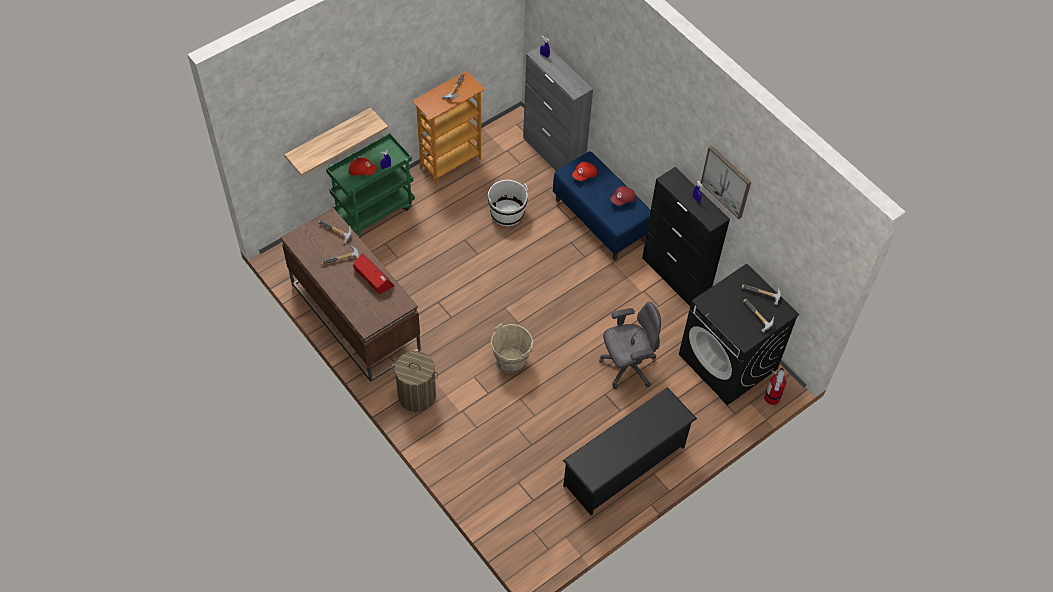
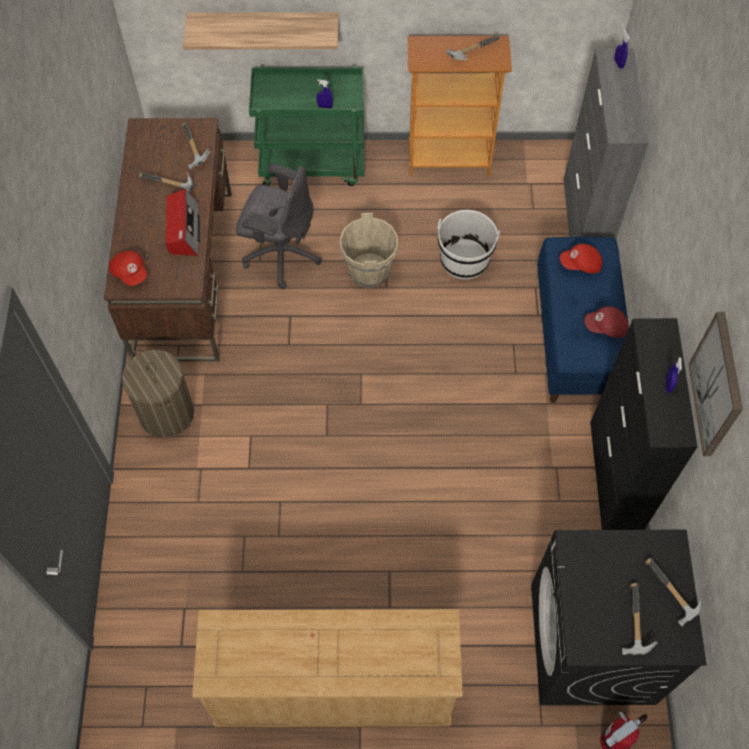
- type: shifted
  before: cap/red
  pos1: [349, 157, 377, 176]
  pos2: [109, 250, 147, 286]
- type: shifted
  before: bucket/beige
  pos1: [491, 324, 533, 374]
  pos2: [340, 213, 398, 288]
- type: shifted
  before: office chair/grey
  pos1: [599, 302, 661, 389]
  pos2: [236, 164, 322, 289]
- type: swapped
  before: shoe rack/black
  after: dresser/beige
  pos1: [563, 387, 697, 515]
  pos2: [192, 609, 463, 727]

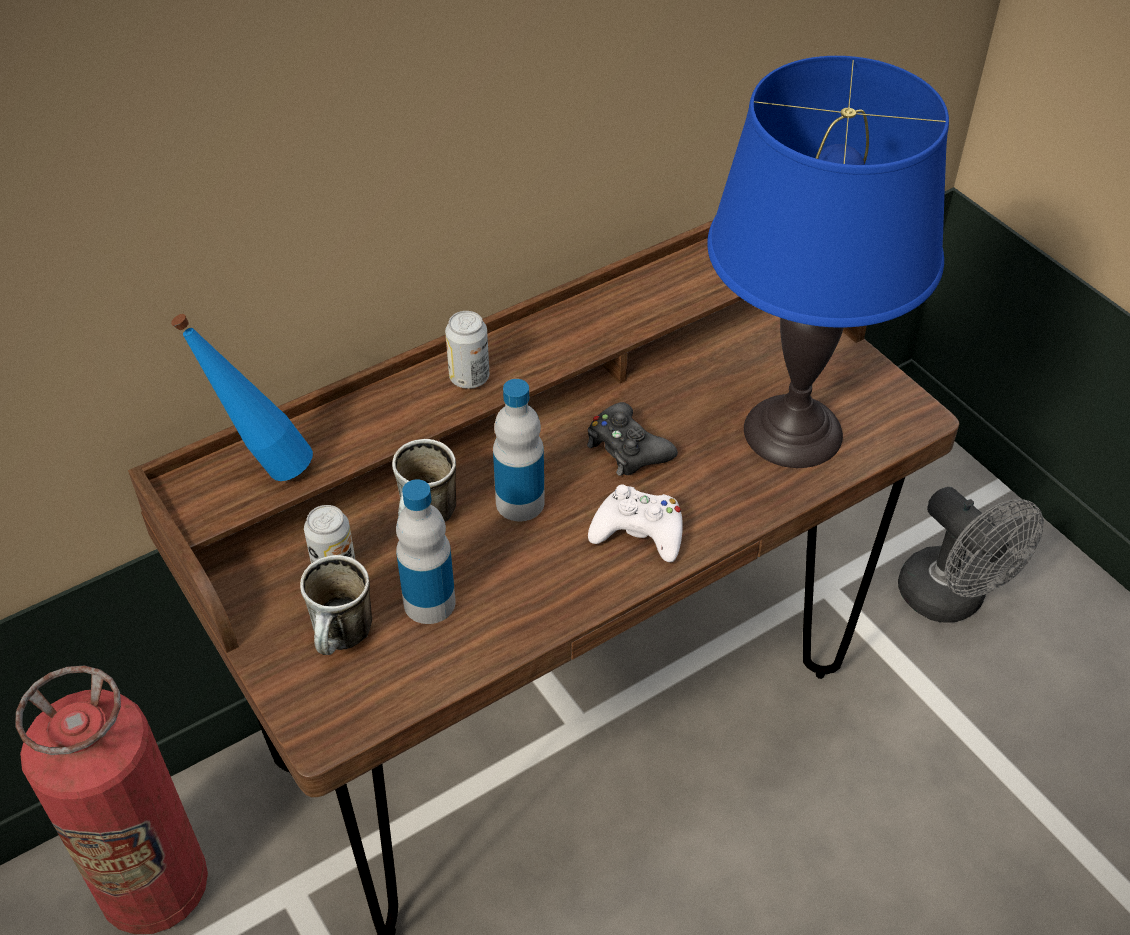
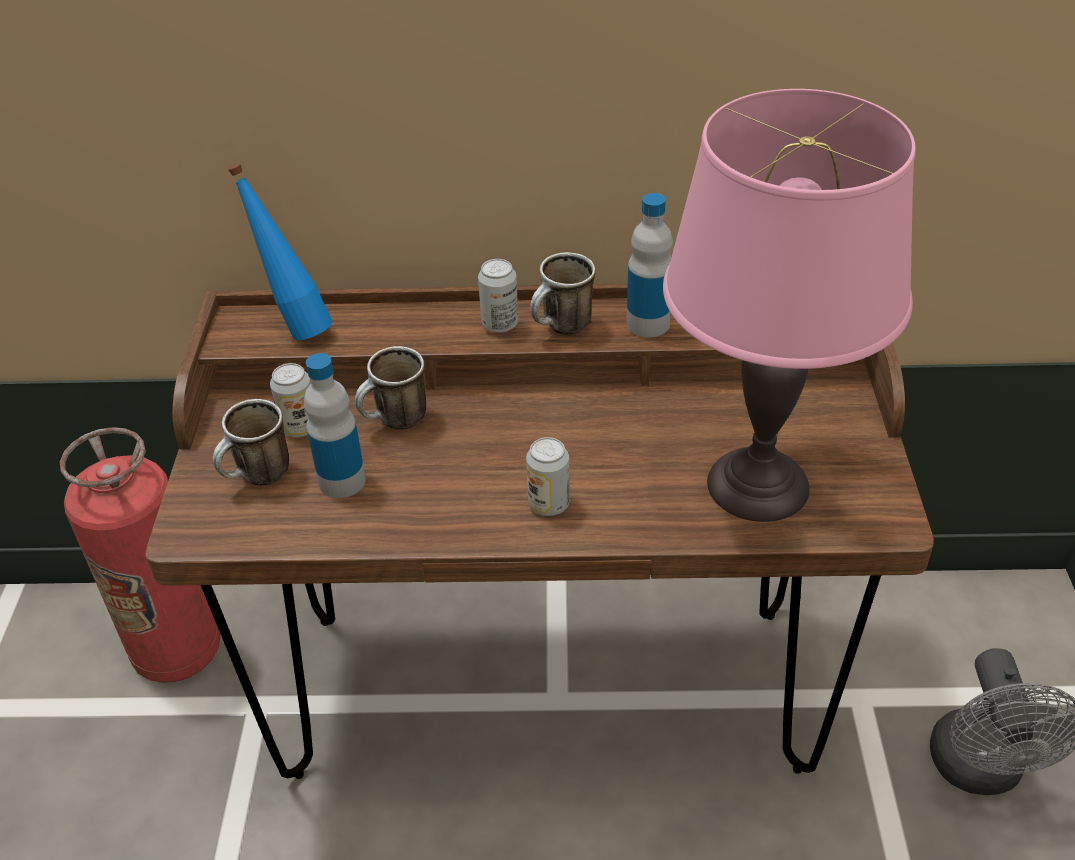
- type: gone
  before: game controller/black
  pos1: [587, 402, 678, 476]
- type: new
  after: mug
  pos2: [530, 252, 596, 335]
- type: shifted
  before: bottle
  pos1: [493, 379, 545, 521]
  pos2: [626, 193, 673, 337]
- type: swapped
  before: game controller/white
  after: can
  pos1: [588, 485, 683, 562]
  pos2: [526, 437, 570, 516]
- type: repainted
  before: table lamp/blue
  after: table lamp/pink
  pos1: [707, 56, 949, 468]
  pos2: [663, 89, 916, 522]

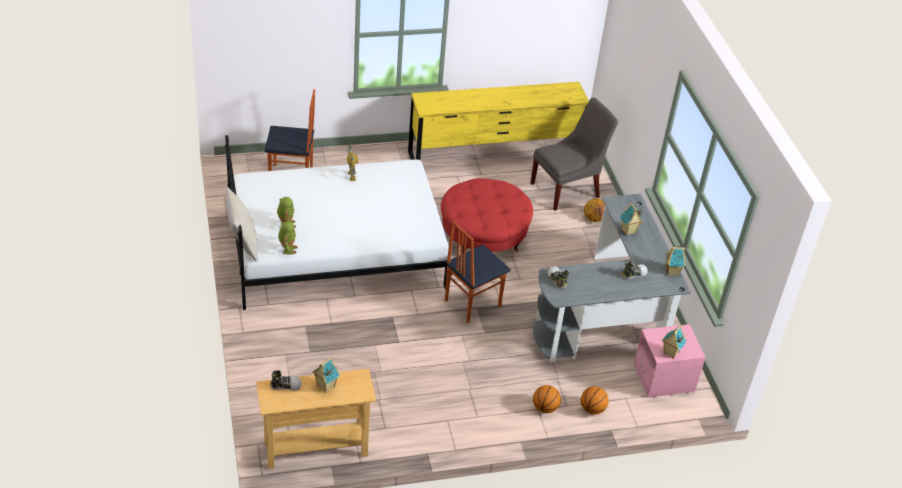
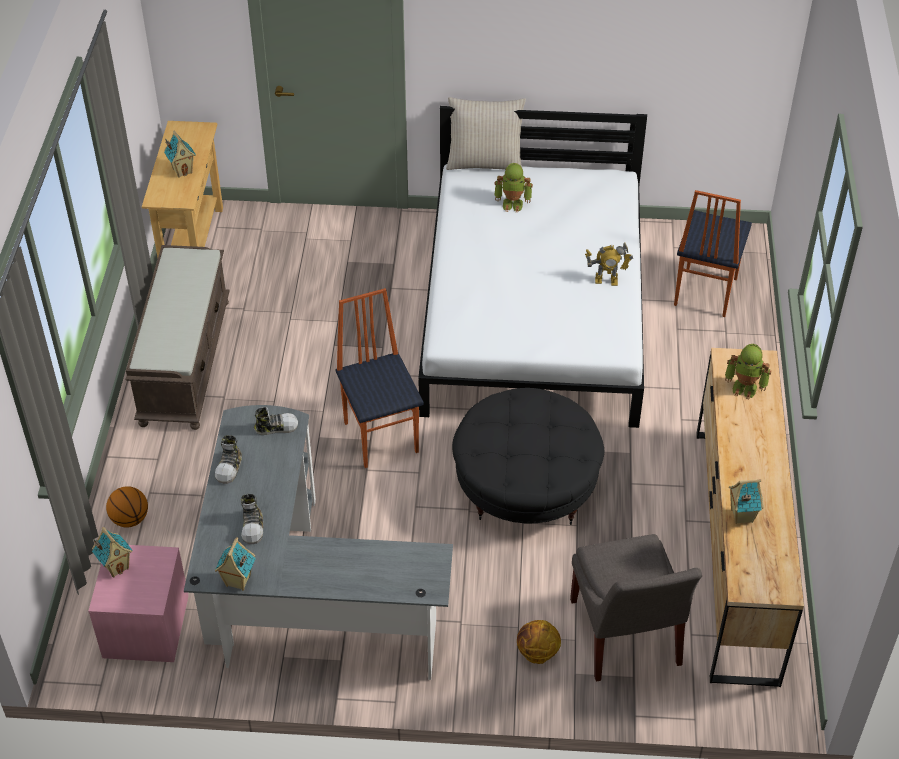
- type: gone
  before: basketball
  pos1: [533, 385, 561, 413]
- type: new
  after: bench/brown
  pos2: [125, 245, 230, 430]
- type: shifted
  before: shoe
  pos1: [270, 370, 302, 391]
  pos2: [215, 435, 242, 484]
- type: shifted
  before: toy robot
  pos1: [278, 221, 298, 255]
  pos2: [725, 344, 771, 399]
- type: shifted
  before: toy house
  pos1: [620, 203, 643, 236]
  pos2: [729, 479, 764, 524]
- type: repainted
  before: dresser/yellow
  after: dresser/brown
  pos1: [408, 82, 589, 160]
  pos2: [696, 348, 804, 687]
- type: repainted
  before: ottoman/red
  after: ottoman/black
  pos1: [441, 178, 533, 254]
  pos2: [452, 388, 604, 525]

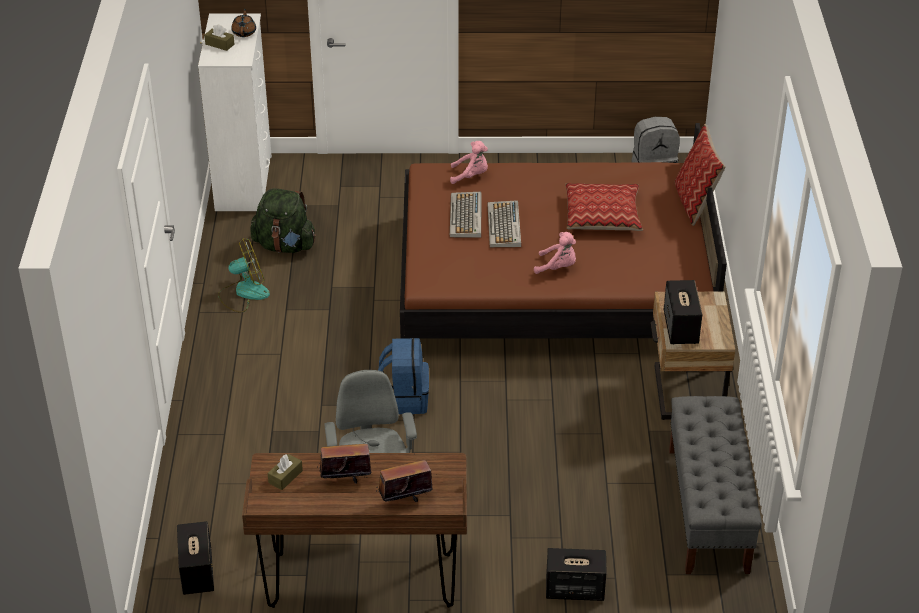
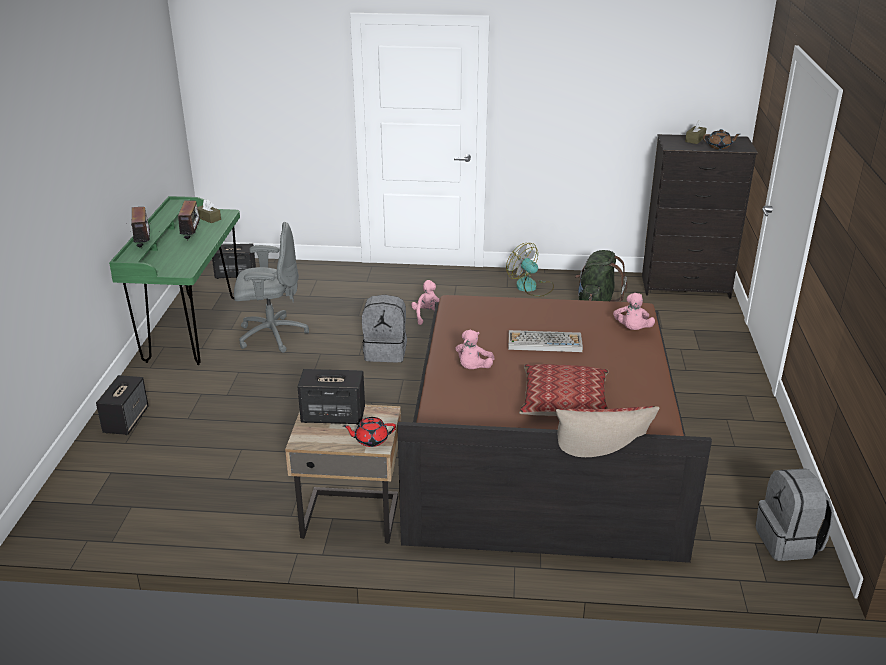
- type: gone
  before: keyboard
  pos1: [450, 192, 482, 238]
- type: gone
  before: bench/grey
  pos1: [669, 396, 762, 574]
- type: new
  after: teapot/red
  pos2: [343, 417, 396, 447]
- type: new
  after: plush toy/pink
  pos2: [411, 280, 440, 325]
- type: repainted
  before: dresser/white
  after: dresser/black
  pos1: [198, 13, 272, 211]
  pos2: [642, 134, 758, 299]
- type: repainted
  before: desk/brown
  after: desk/green
  pos1: [242, 453, 467, 608]
  pos2: [109, 196, 240, 365]
- type: repainted
  before: backpack/blue
  after: backpack/grey
  pos1: [378, 338, 429, 414]
  pos2: [362, 295, 407, 362]
- type: rotated
  before: fan
  pos1: [218, 239, 270, 313]
  pos2: [506, 243, 554, 297]
  turn: 150

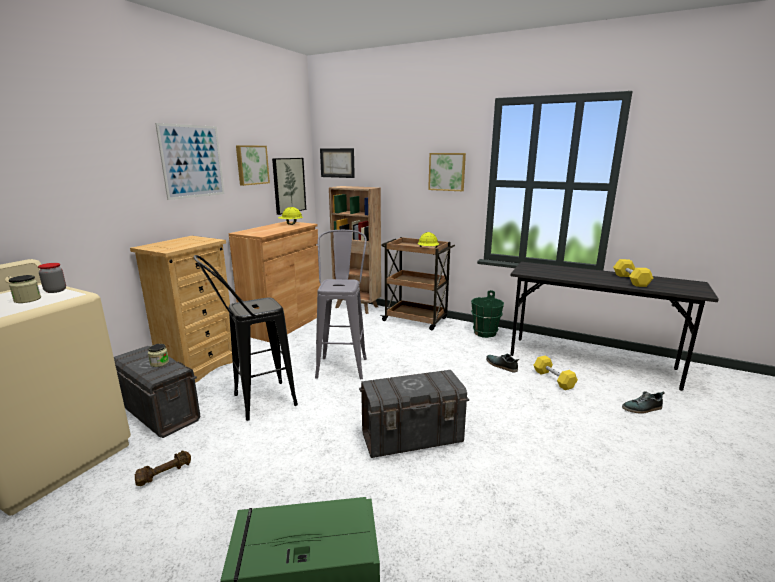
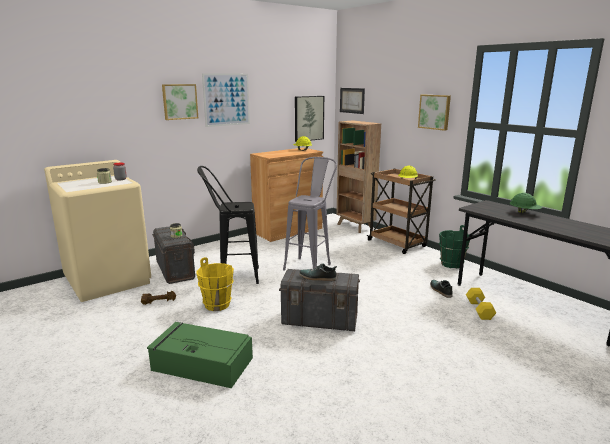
- type: gone
  before: dresser/beige
  pos1: [130, 236, 233, 383]
- type: gone
  before: dumbbell/yellow
  pos1: [613, 259, 653, 287]
- type: new
  after: bucket/yellow
  pos2: [196, 257, 234, 311]
- type: new
  after: hard hat/green
  pos2: [510, 193, 542, 213]
- type: shifted
  before: picture
  pos1: [236, 145, 270, 186]
  pos2: [162, 84, 198, 120]
- type: shifted
  before: shoe
  pos1: [622, 391, 664, 414]
  pos2: [299, 264, 337, 281]

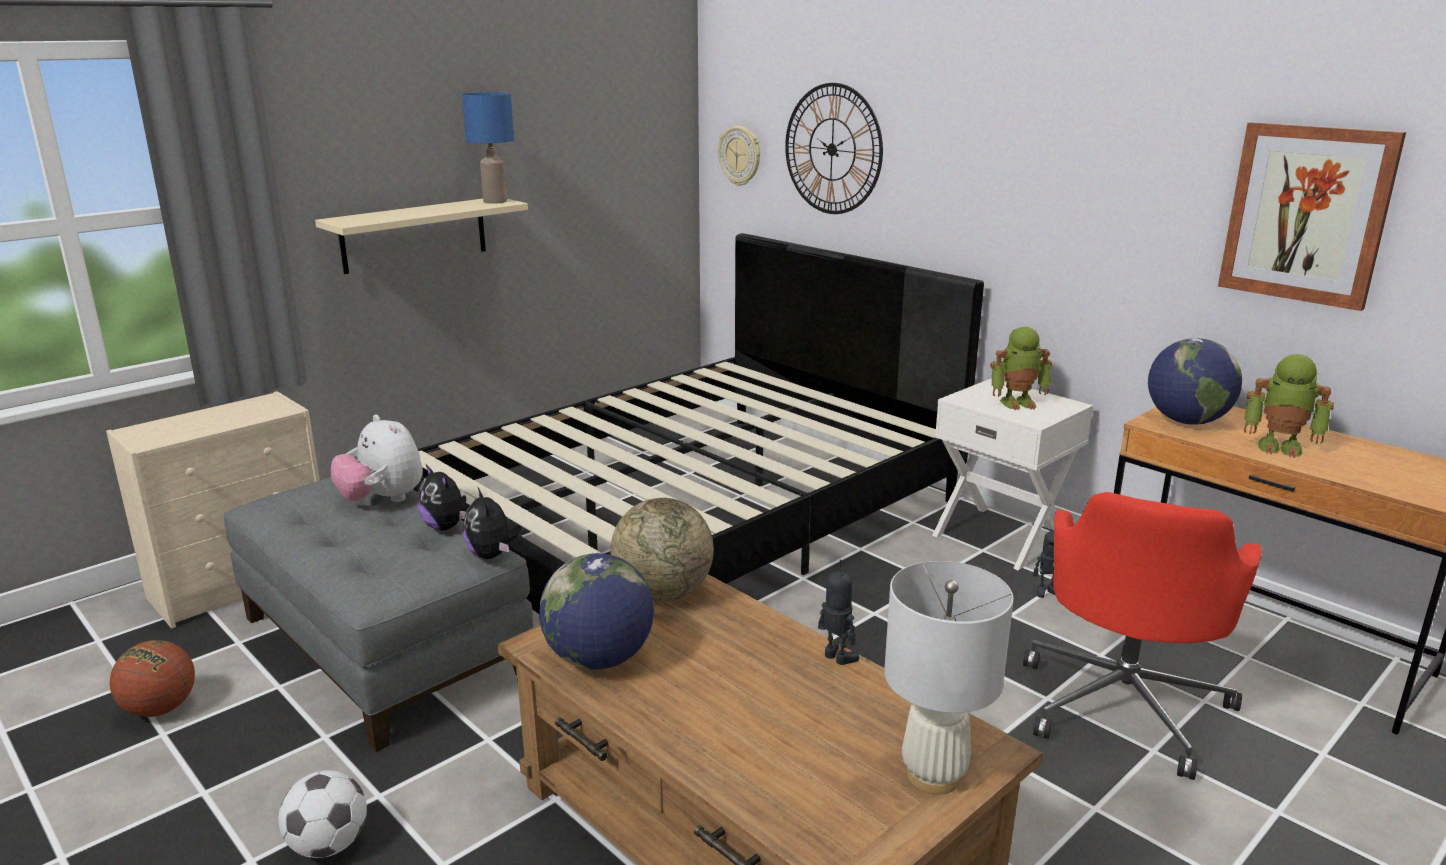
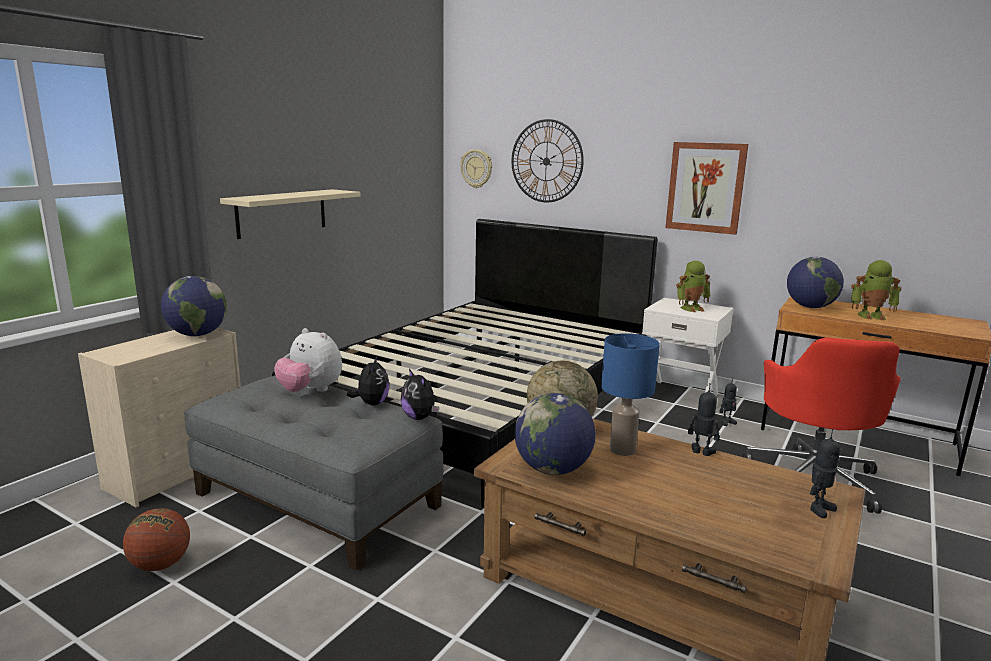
- type: gone
  before: football
  pos1: [279, 770, 367, 858]
- type: new
  after: globe
  pos2: [161, 276, 227, 336]
- type: shifted
  before: table lamp/blue
  pos1: [462, 92, 514, 204]
  pos2: [601, 333, 660, 456]
- type: shifted
  before: picture
  pos1: [1218, 122, 1406, 311]
  pos2: [666, 142, 749, 235]
- type: swapped
  before: table lamp/white
  after: toy robot
  pos1: [884, 561, 1014, 794]
  pos2: [810, 429, 840, 518]
- type: rotated
  before: plush toy
  pos1: [418, 464, 466, 530]
  pos2: [347, 356, 389, 405]
  turn: -120

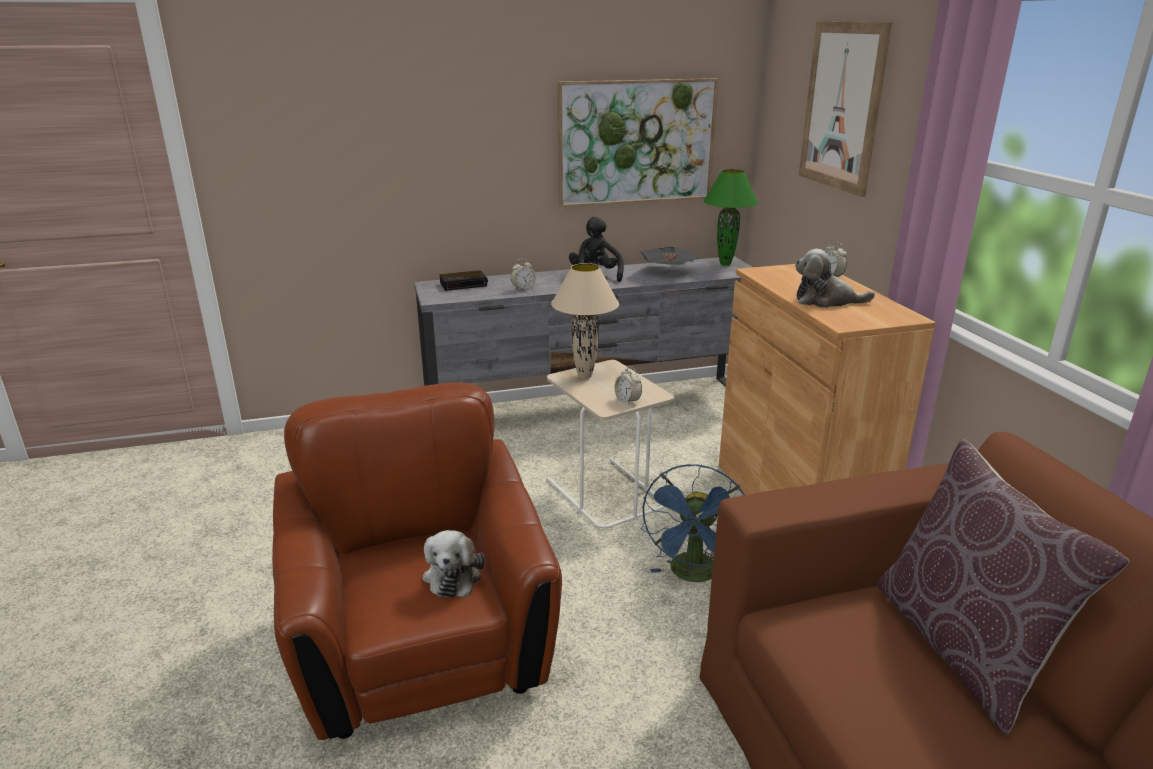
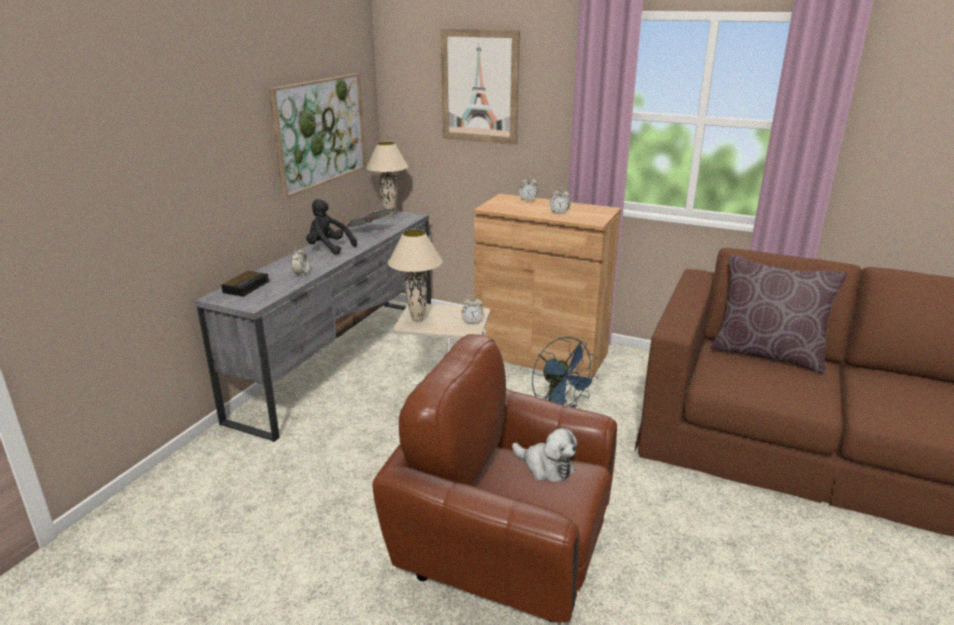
- type: swapped
  before: plush toy
  after: alarm clock
  pos1: [795, 249, 875, 308]
  pos2: [550, 187, 570, 214]
- type: repainted
  before: table lamp/green
  after: table lamp/beige
  pos1: [703, 169, 758, 265]
  pos2: [366, 142, 408, 216]

